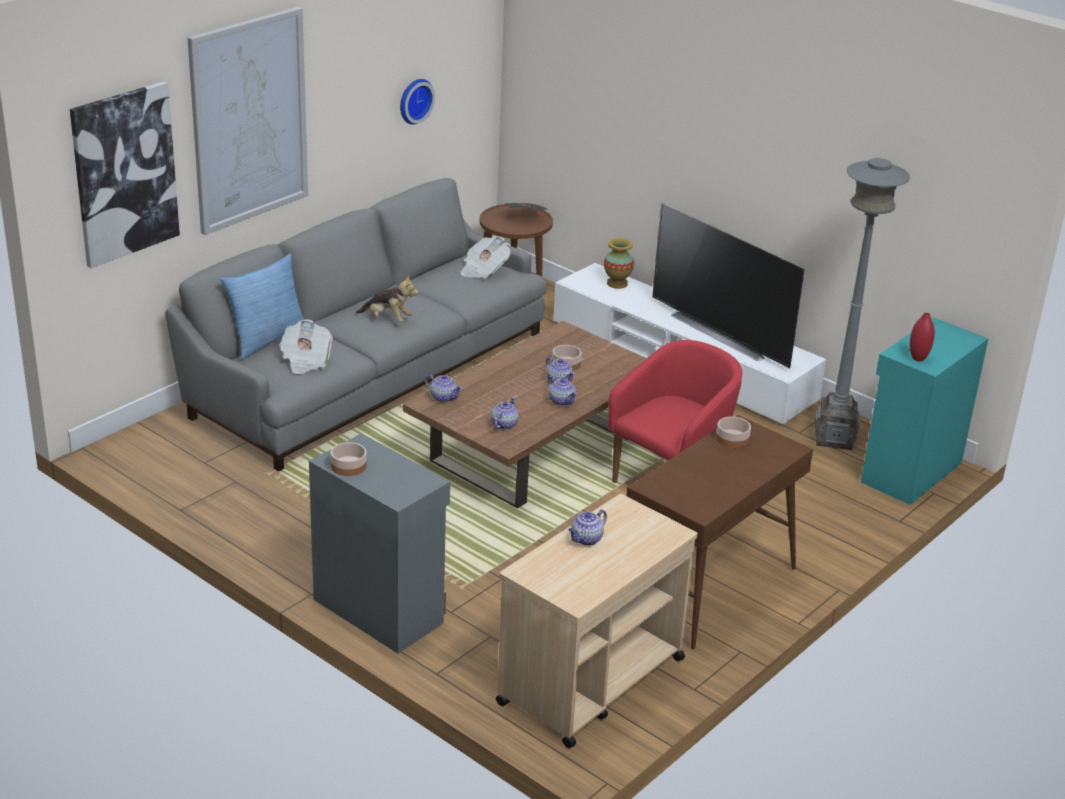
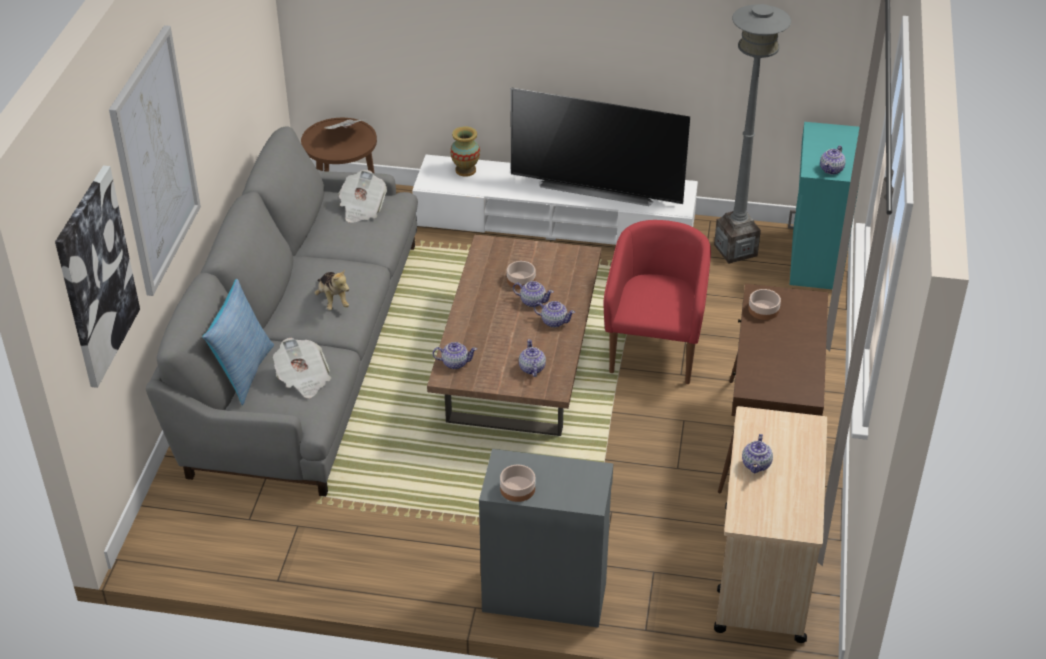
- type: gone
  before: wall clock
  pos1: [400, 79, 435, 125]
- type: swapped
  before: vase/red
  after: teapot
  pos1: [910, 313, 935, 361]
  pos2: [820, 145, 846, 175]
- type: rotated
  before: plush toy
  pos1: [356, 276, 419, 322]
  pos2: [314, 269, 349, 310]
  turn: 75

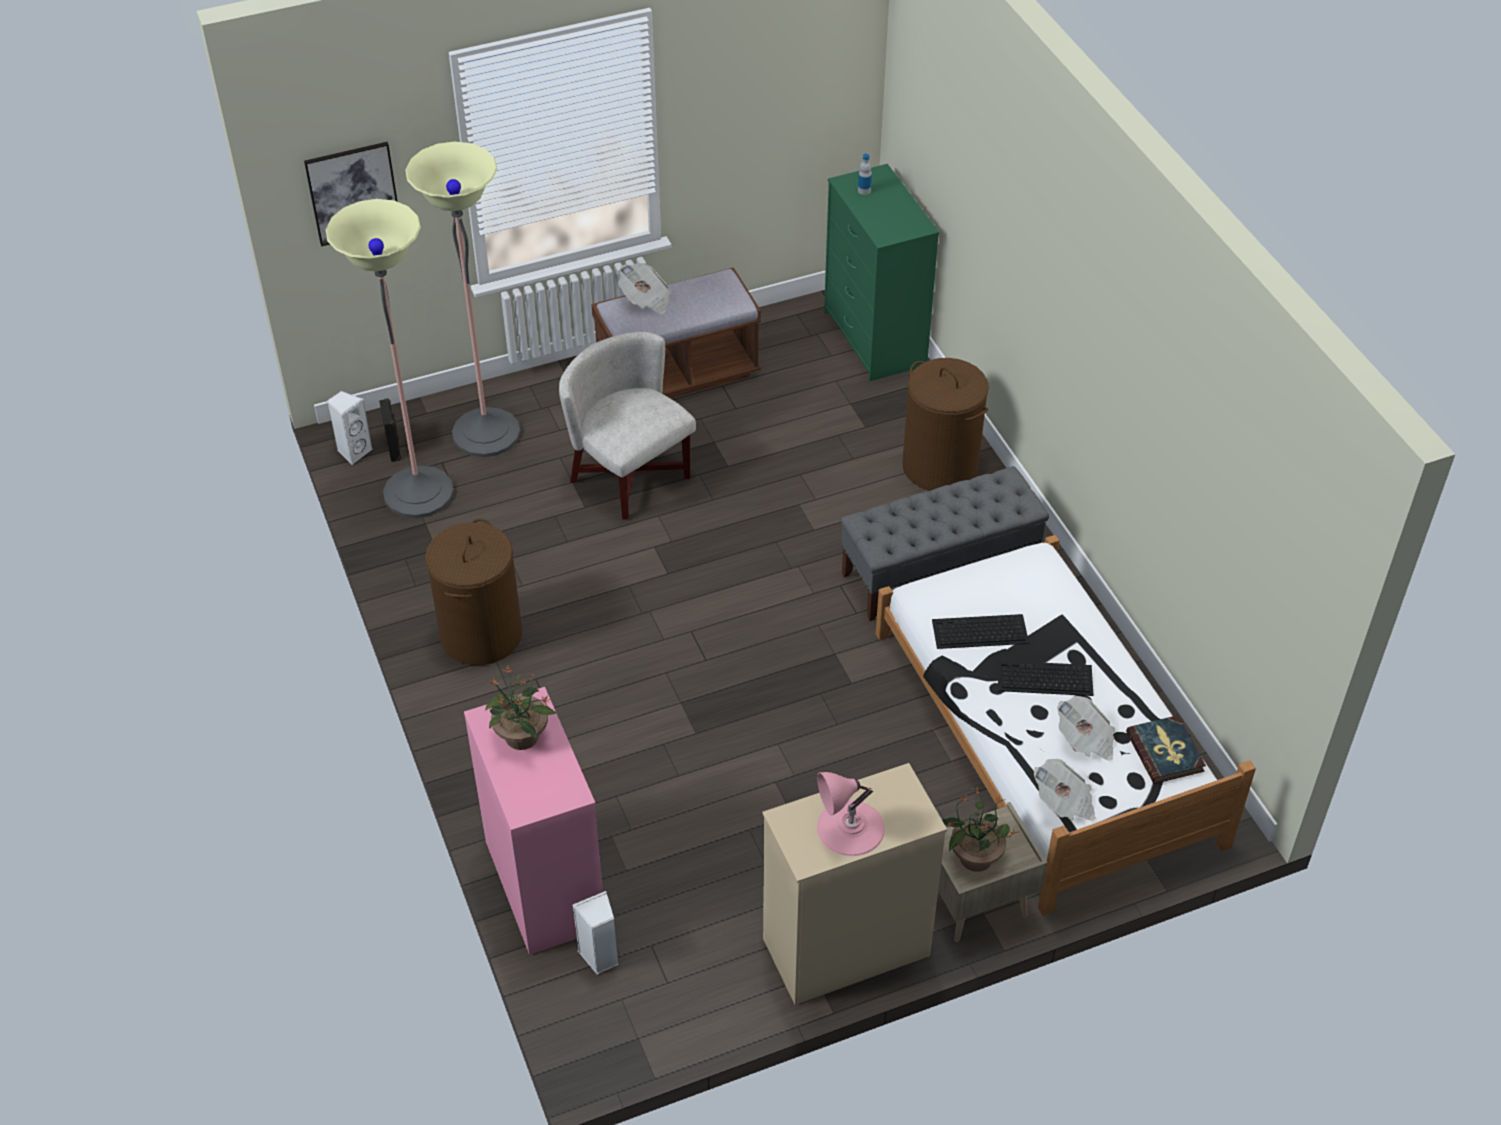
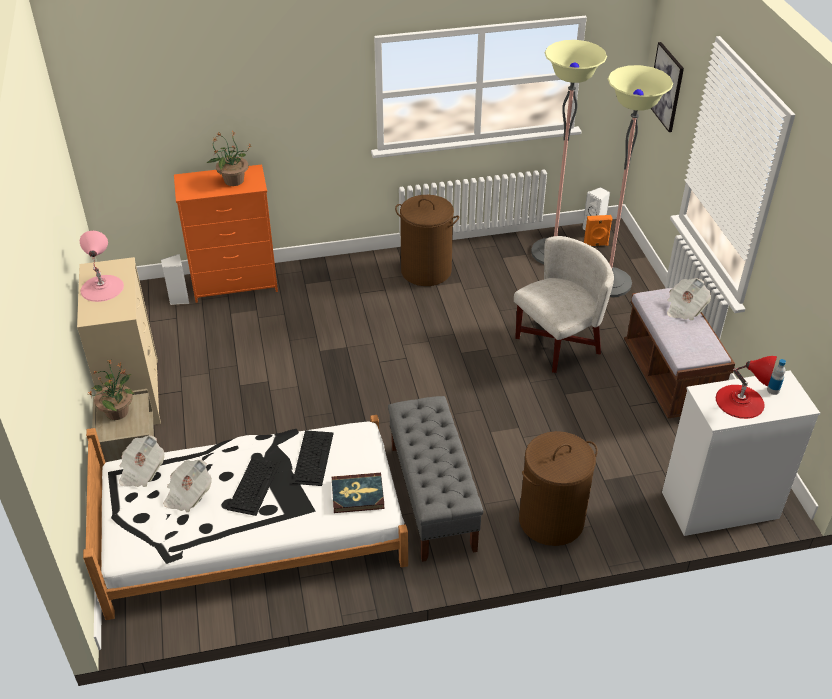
- type: new
  after: table lamp/red
  pos2: [716, 356, 777, 419]
- type: shifted
  before: book
  pos1: [1126, 715, 1206, 784]
  pos2: [332, 473, 385, 513]
- type: repainted
  before: speaker/black
  after: speaker/orange
  pos1: [379, 398, 401, 462]
  pos2: [584, 215, 613, 246]
- type: repainted
  before: dresser/pink
  after: dresser/orange
  pos1: [464, 687, 603, 955]
  pos2: [174, 164, 278, 303]
- type: repainted
  before: dresser/green
  after: dresser/white
  pos1: [824, 164, 939, 381]
  pos2: [662, 370, 820, 536]

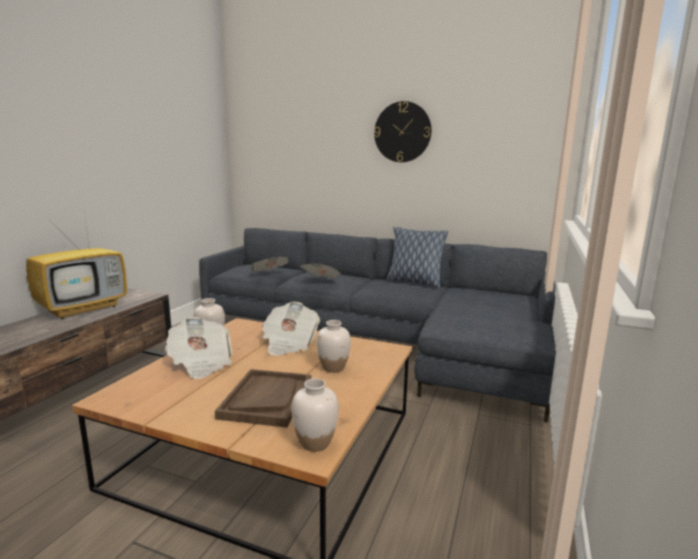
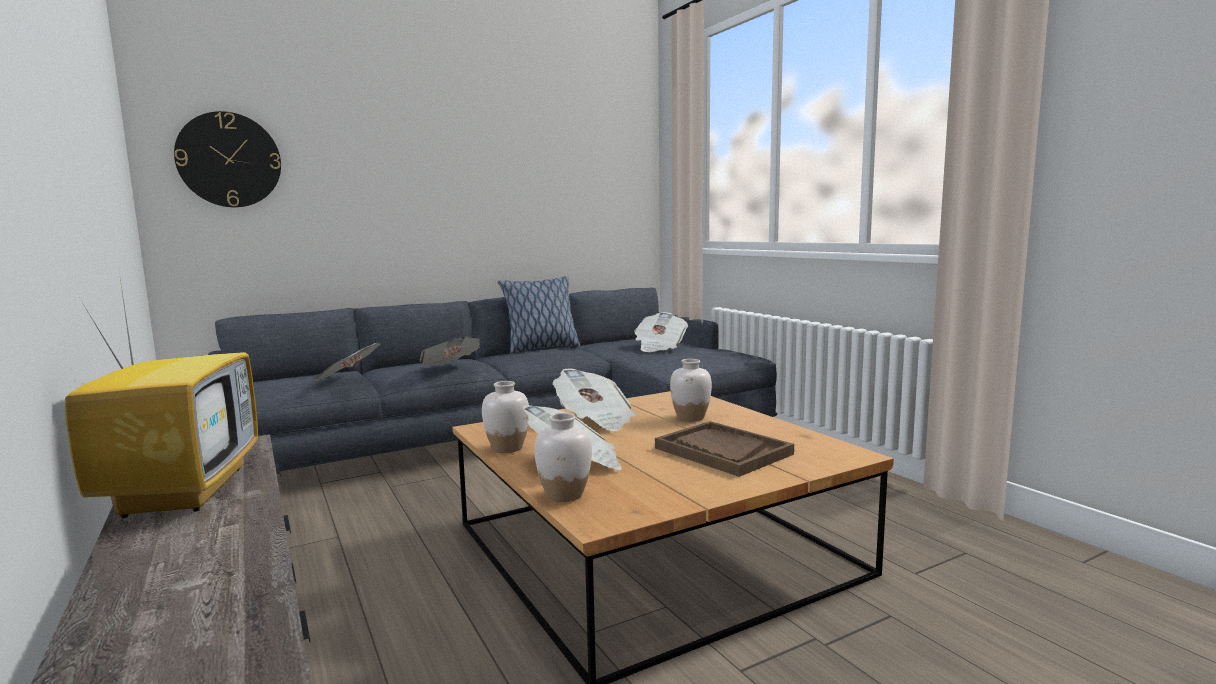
- type: new
  after: newspaper
  pos2: [634, 312, 688, 352]
- type: shifted
  before: vase/white
  pos1: [292, 378, 339, 452]
  pos2: [534, 413, 592, 502]
- type: shifted
  before: wall clock
  pos1: [374, 101, 431, 162]
  pos2: [174, 111, 281, 207]

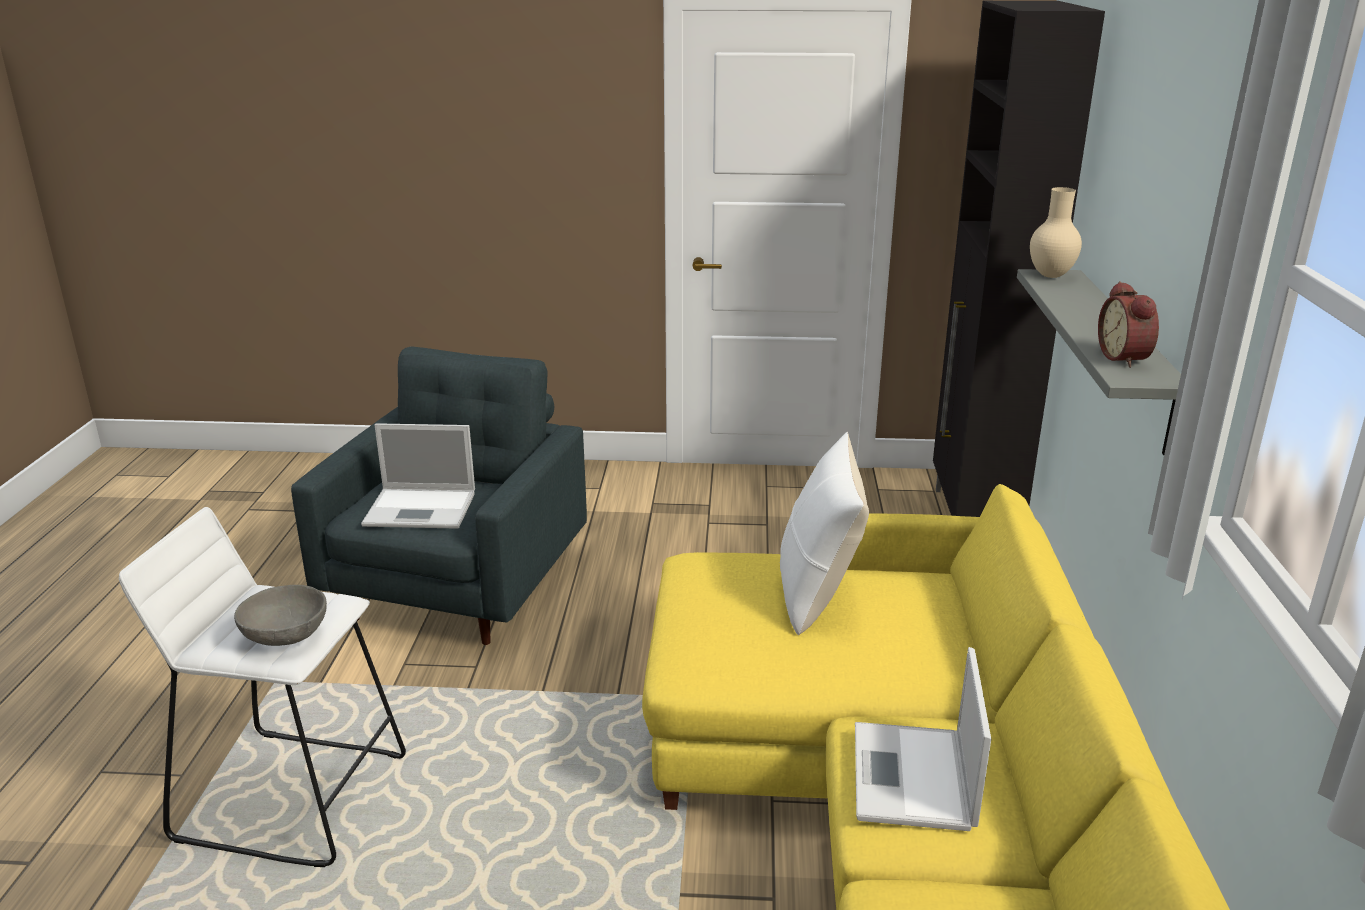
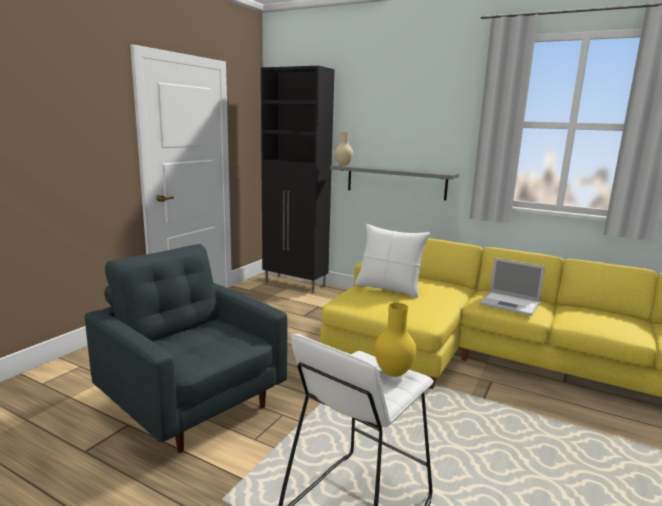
- type: gone
  before: laptop
  pos1: [361, 423, 475, 529]
- type: gone
  before: alarm clock
  pos1: [1098, 281, 1159, 368]
- type: swapped
  before: bowl/grey
  after: vase/yellow
  pos1: [234, 585, 327, 646]
  pos2: [374, 303, 416, 377]

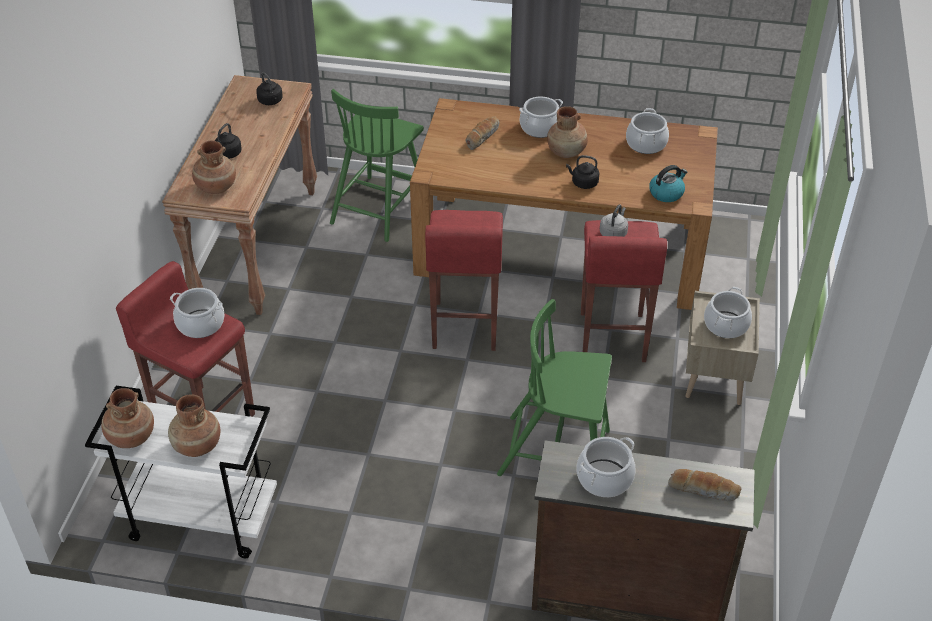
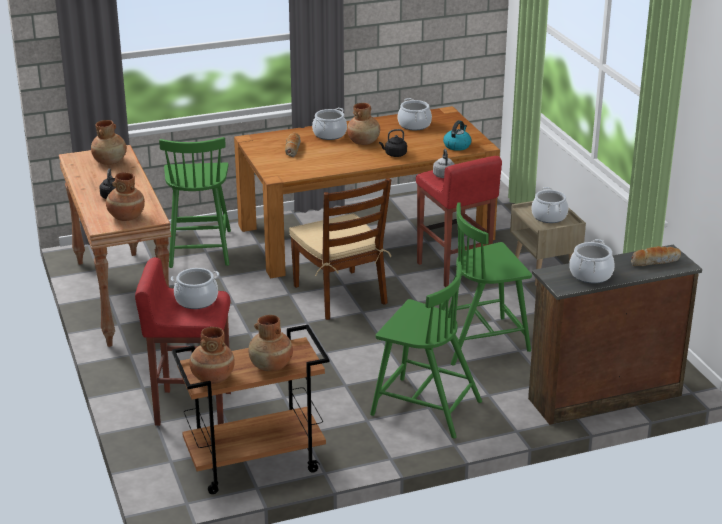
- type: new
  after: chair/green
  pos2: [370, 261, 482, 438]
- type: swapped
  before: kettle/black
  after: vase/brown
  pos1: [256, 72, 283, 105]
  pos2: [91, 120, 127, 165]
- type: swapped
  before: stool/red
  after: chair/brown
  pos1: [425, 210, 503, 351]
  pos2: [289, 178, 391, 320]
- type: repainted
  before: cart/white
  after: cart/brown
  pos1: [85, 386, 277, 558]
  pos2: [172, 325, 330, 494]

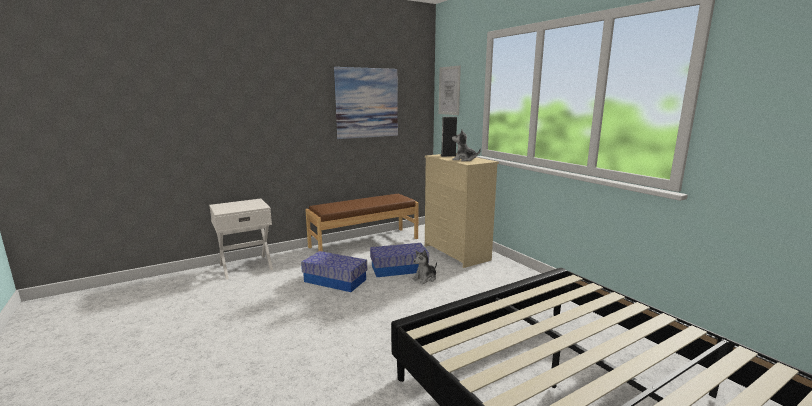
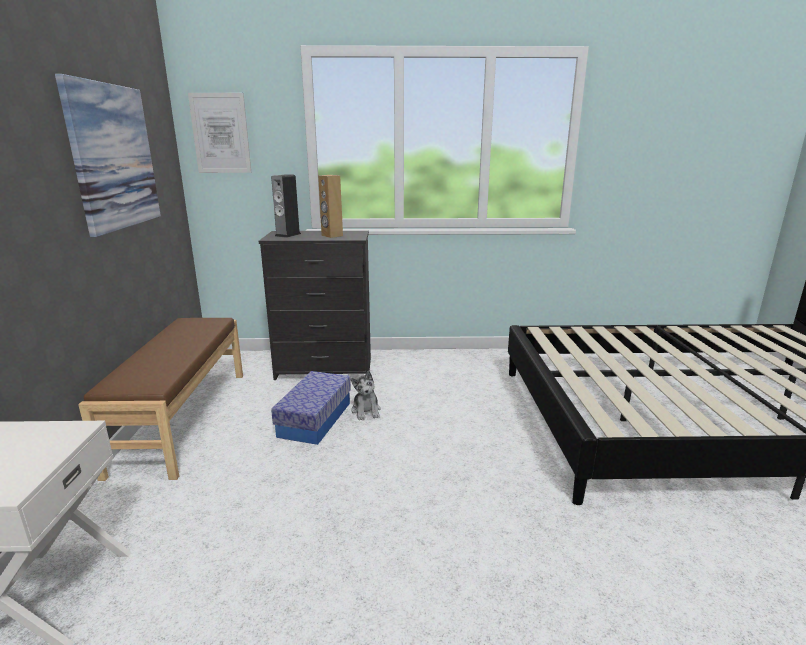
- type: gone
  before: storage box
  pos1: [301, 251, 367, 292]
- type: swapped
  before: plush toy
  after: speaker/brown
  pos1: [452, 130, 481, 161]
  pos2: [318, 175, 343, 238]
- type: repainted
  before: dresser/beige
  after: dresser/black
  pos1: [425, 153, 499, 268]
  pos2: [259, 231, 371, 380]

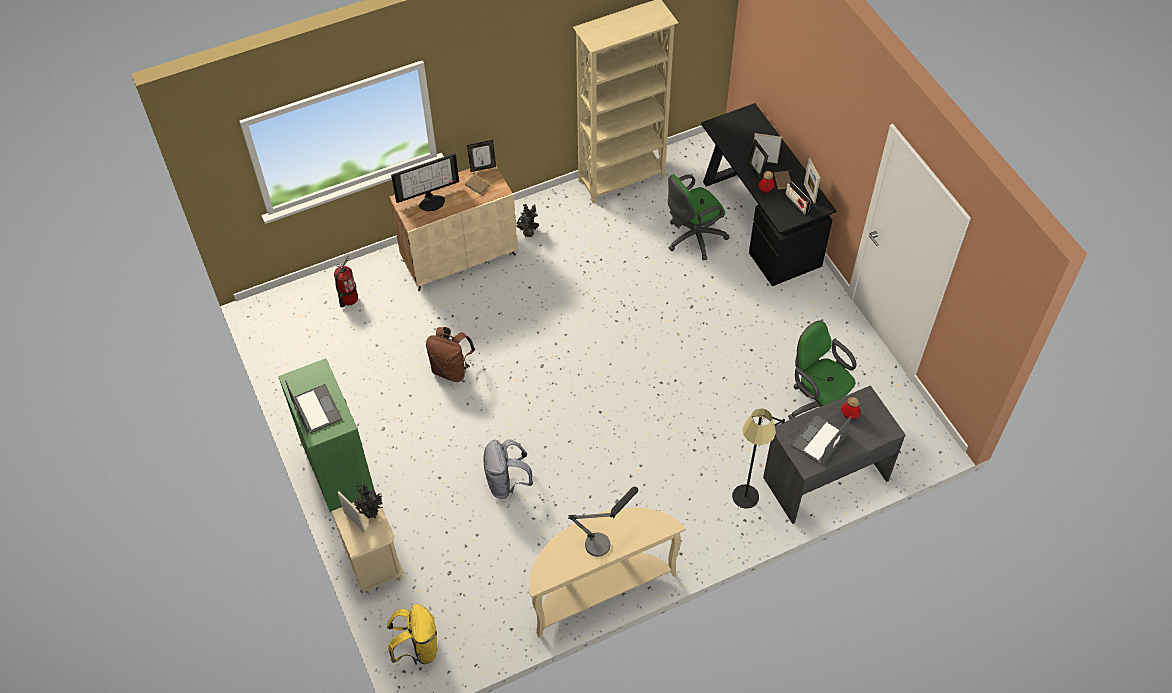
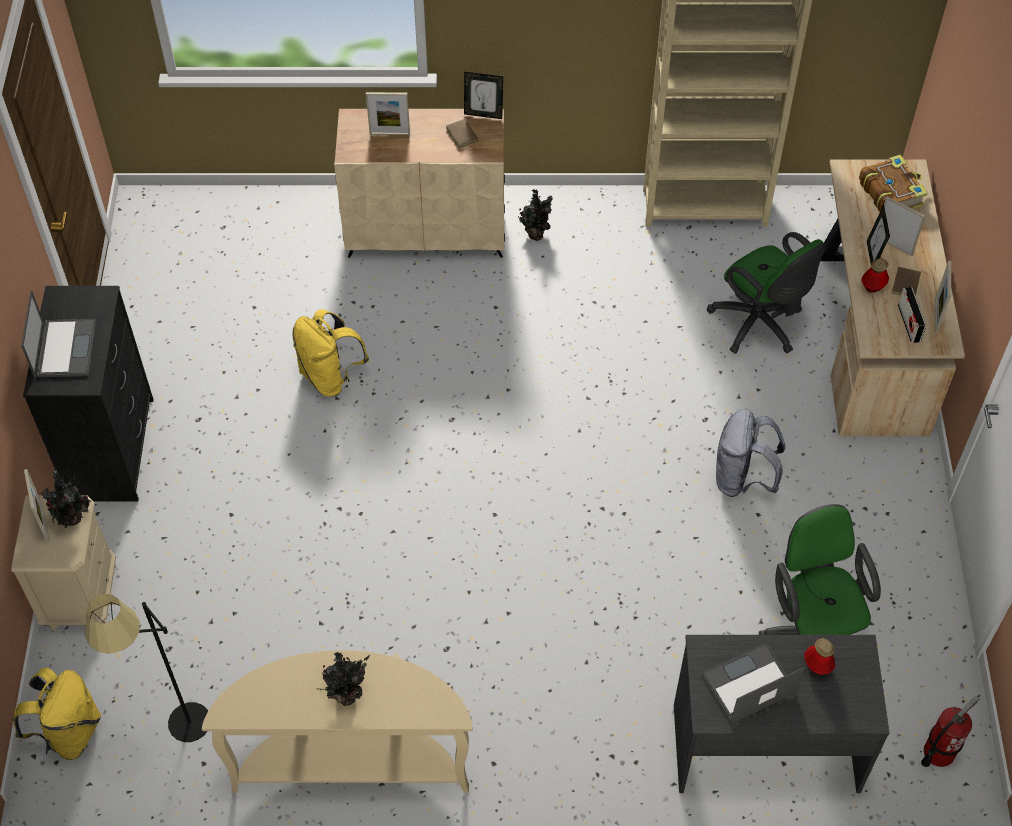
- type: new
  after: book
  pos2: [859, 155, 928, 212]
- type: shifted
  before: fire extinguisher
  pos1: [334, 254, 358, 307]
  pos2: [921, 696, 979, 767]
- type: shifted
  before: backpack/grey
  pos1: [483, 440, 533, 499]
  pos2: [716, 409, 786, 497]
- type: shifted
  before: floor lamp/black
  pos1: [732, 408, 785, 509]
  pos2: [85, 594, 208, 742]
- type: swapped
  before: monitor
  after: picture frame
  pos1: [391, 153, 459, 211]
  pos2: [366, 92, 410, 135]
- type: swapped
  before: table lamp
  after: potted plant
  pos1: [568, 487, 638, 557]
  pos2: [317, 652, 370, 706]
- type: repainted
  before: dresser/green
  after: dresser/black
  pos1: [278, 358, 375, 512]
  pos2: [23, 286, 154, 502]
- type: repainted
  before: backpack/brown
  after: backpack/yellow
  pos1: [426, 327, 475, 382]
  pos2: [292, 309, 369, 397]
- type: repainted
  before: desk/black
  after: desk/beige
  pos1: [701, 103, 837, 286]
  pos2: [820, 159, 965, 436]
- type: rotated
  before: office chair/green
  pos1: [668, 174, 729, 260]
  pos2: [707, 232, 825, 354]
  turn: -120

